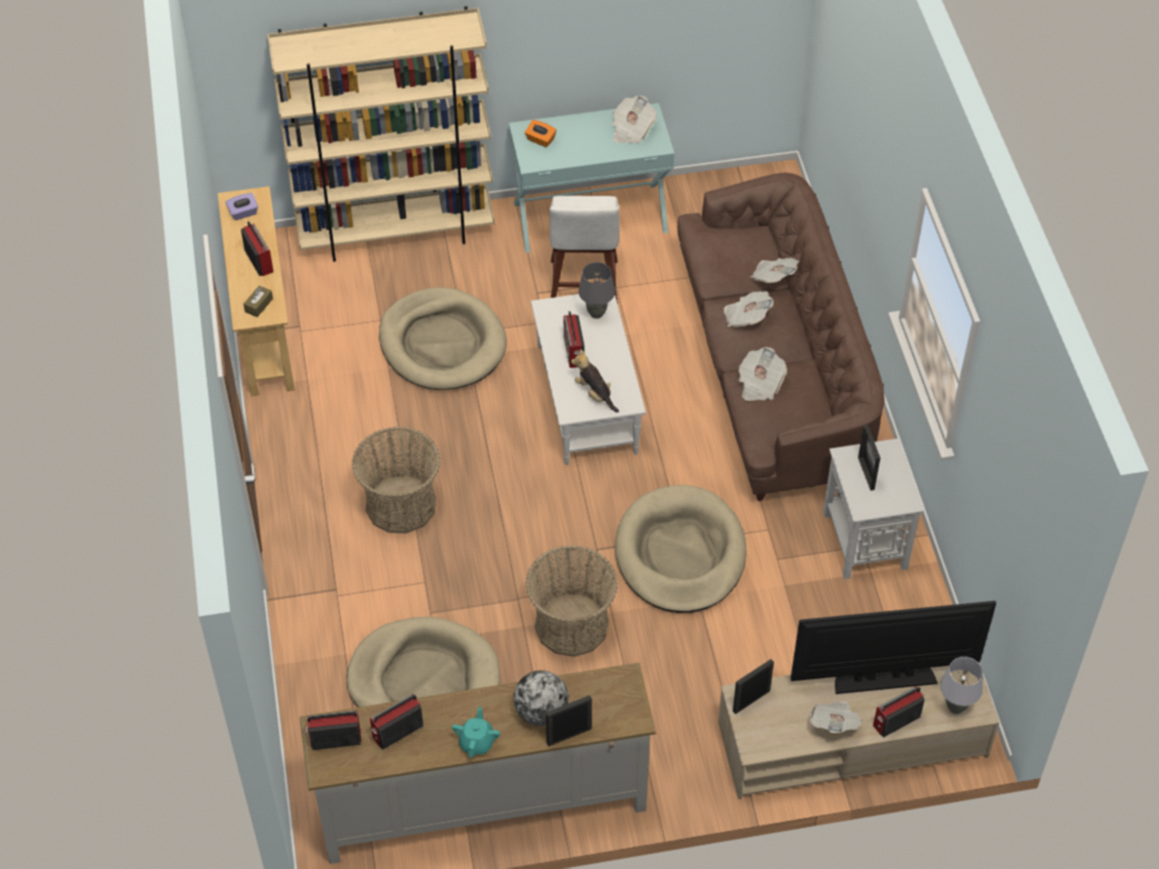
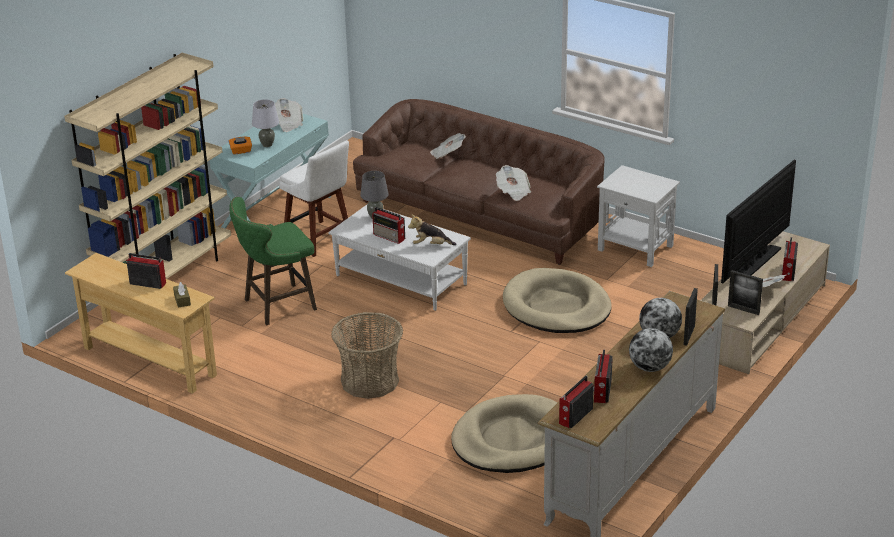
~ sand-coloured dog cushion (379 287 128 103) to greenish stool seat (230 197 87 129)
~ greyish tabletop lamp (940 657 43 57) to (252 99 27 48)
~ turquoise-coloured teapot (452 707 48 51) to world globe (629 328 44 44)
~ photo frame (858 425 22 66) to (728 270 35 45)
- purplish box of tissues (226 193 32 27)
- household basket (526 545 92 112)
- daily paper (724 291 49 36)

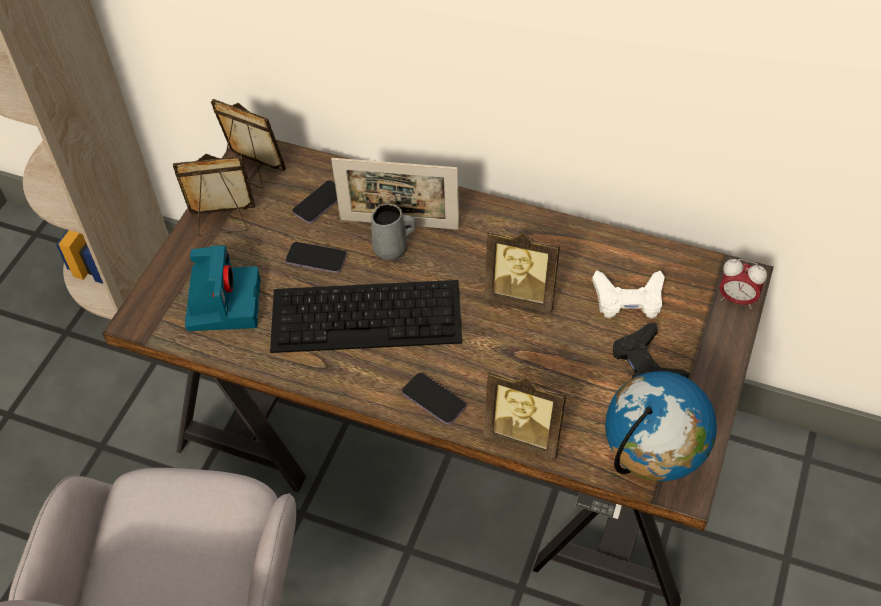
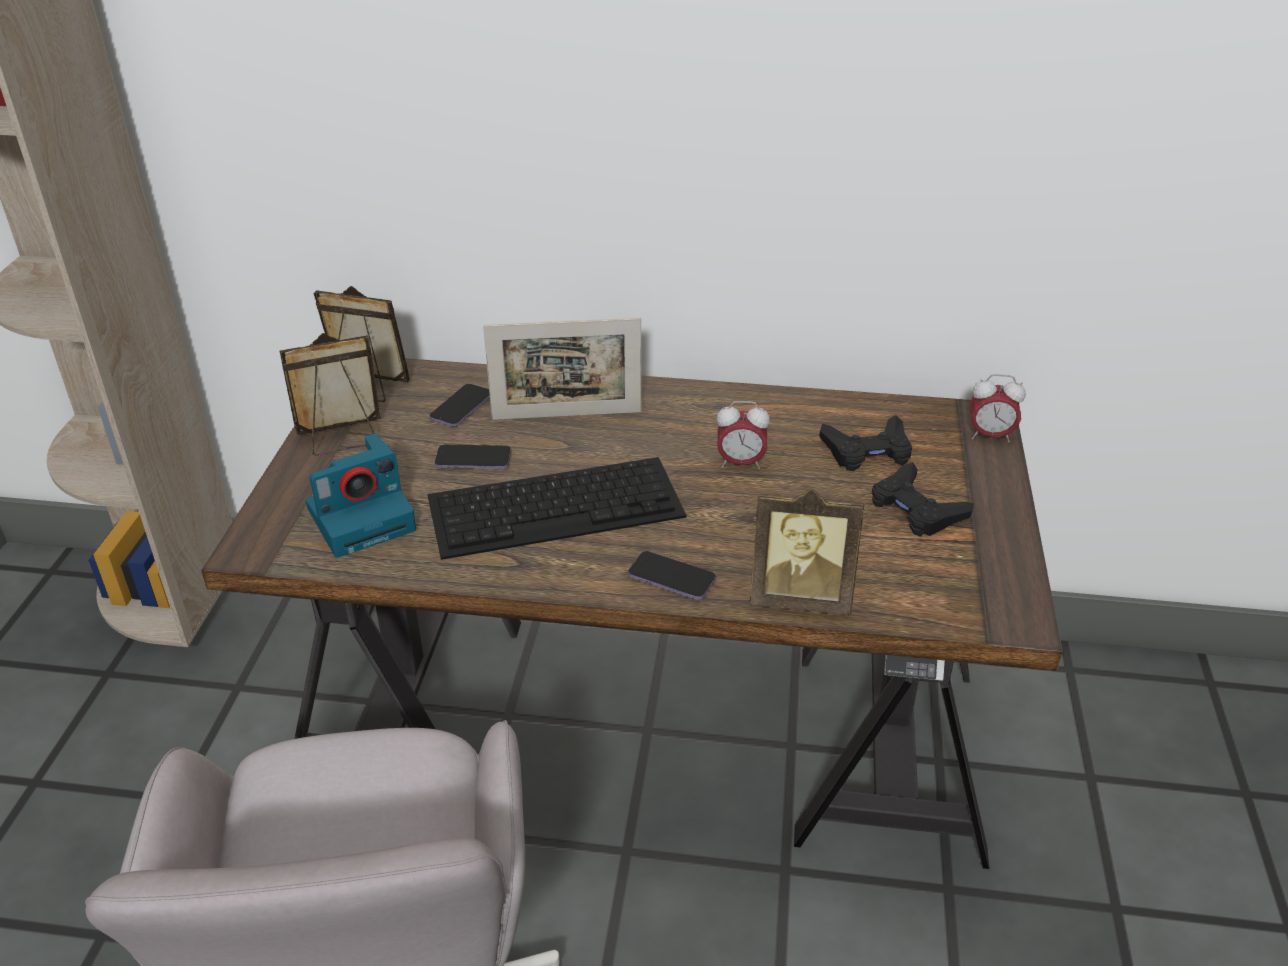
~ photo camera (185 245 76 86) = (305 433 111 125) 75 degrees clockwise
~ photo frame (484 231 76 82) to bedside clock (717 401 53 68)
~ white game controller (592 270 73 49) to black-coloured game controller (819 415 93 56)
- greyish mug (371 203 45 57)
- world globe (605 371 112 110)

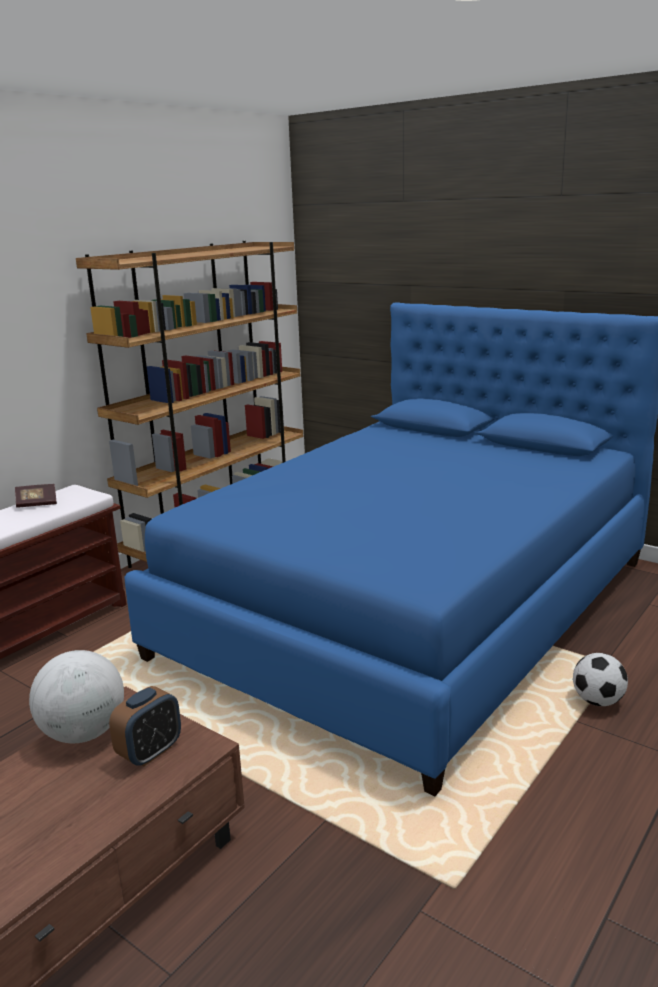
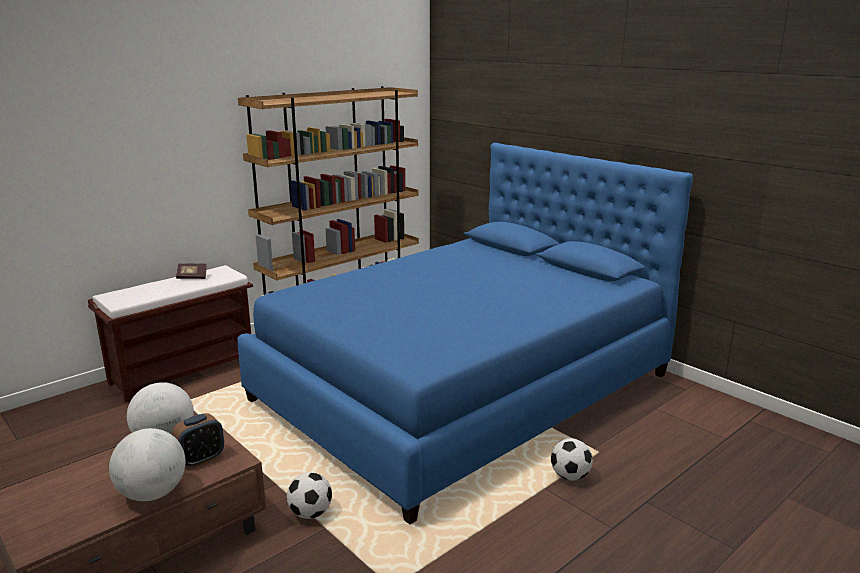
+ world globe (109 428 76 73)
+ football ball (287 472 45 47)

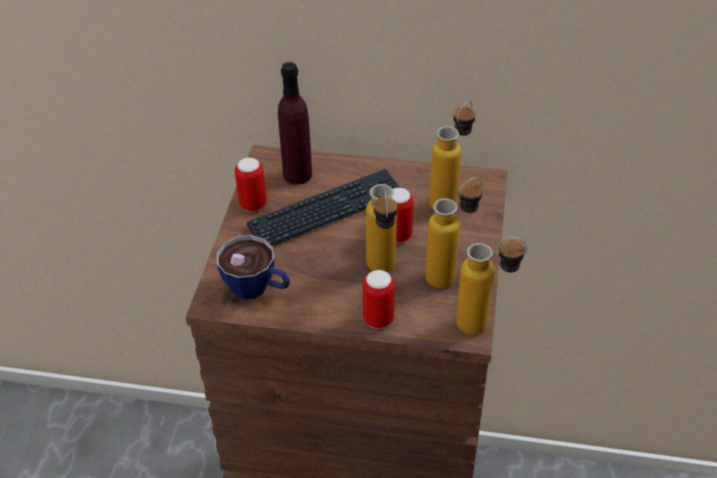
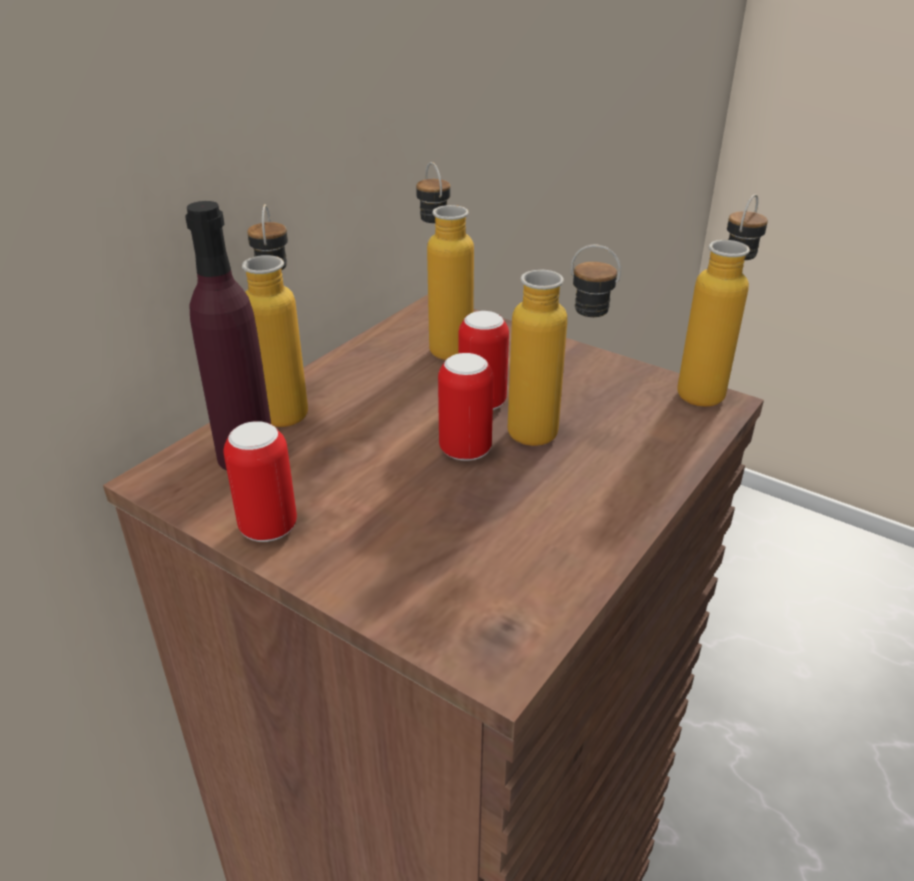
~ drink bottle (425 177 58 111) to (242 204 66 223)
~ metal can (363 270 32 59) to (438 353 56 108)
- small cup (216 235 74 65)
- computer keyboard (247 169 153 77)

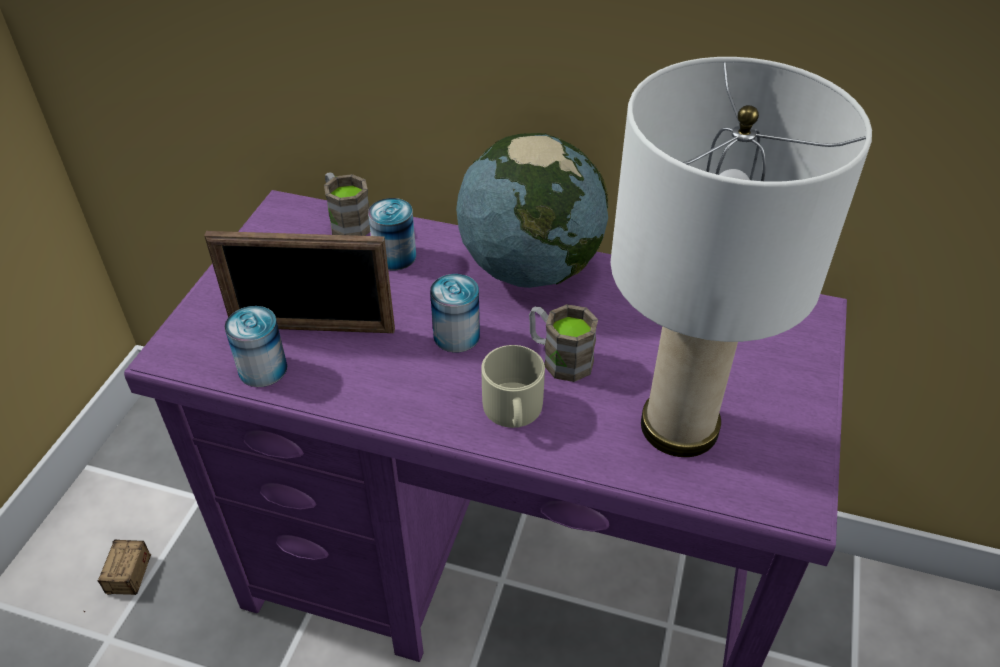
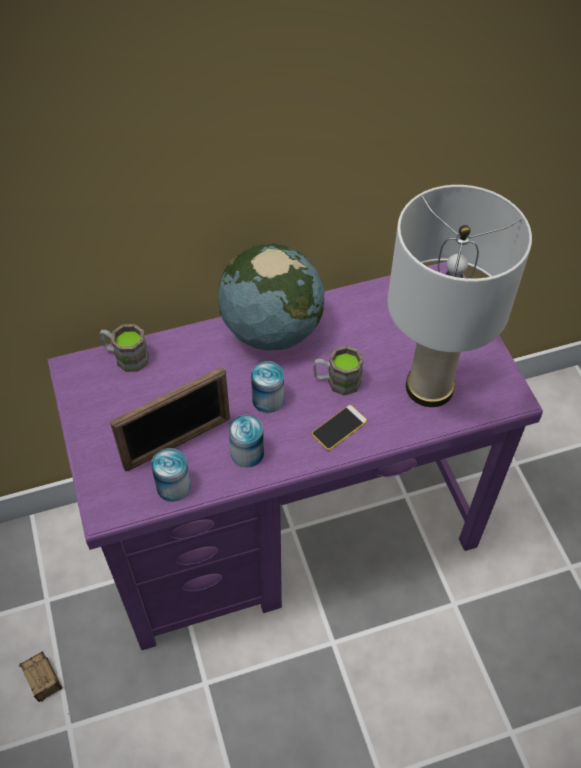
~ metal can (368 198 48 72) to (229 415 35 53)
~ sand-coloured mug (481 345 64 83) to telephone (312 405 55 46)

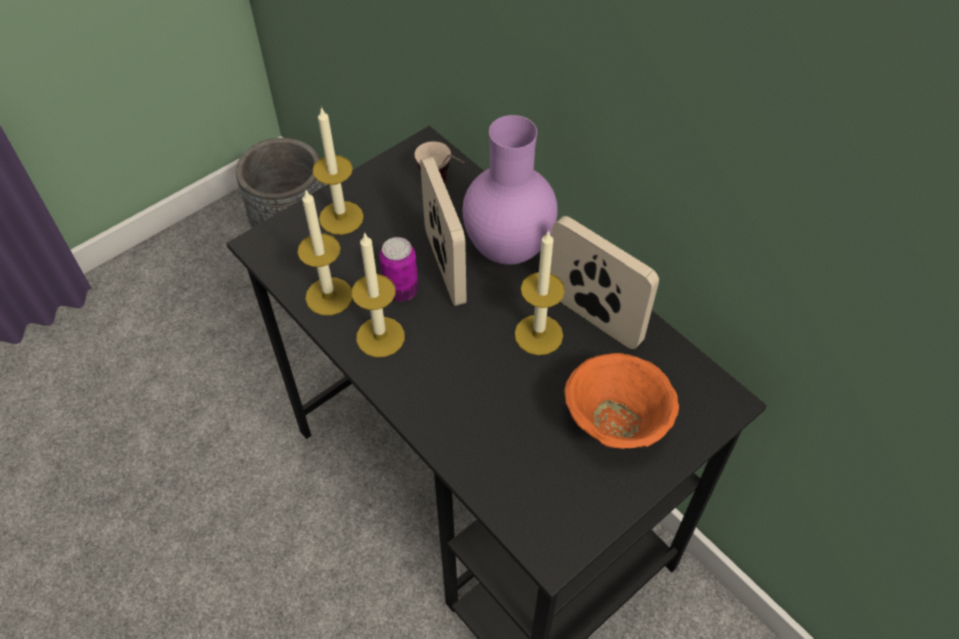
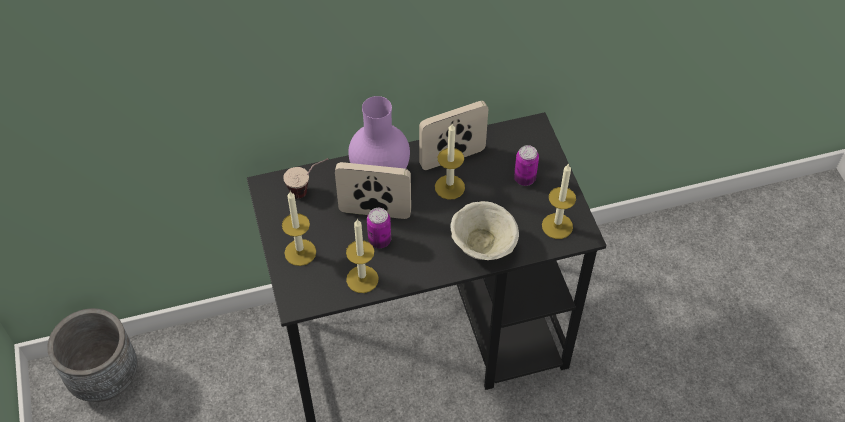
+ sand-coloured serving bowl (450 201 69 59)
~ orangey serving bowl (564 353 115 96) to metal can (514 145 25 41)
~ wax light (352 232 53 125) to (542 163 34 76)

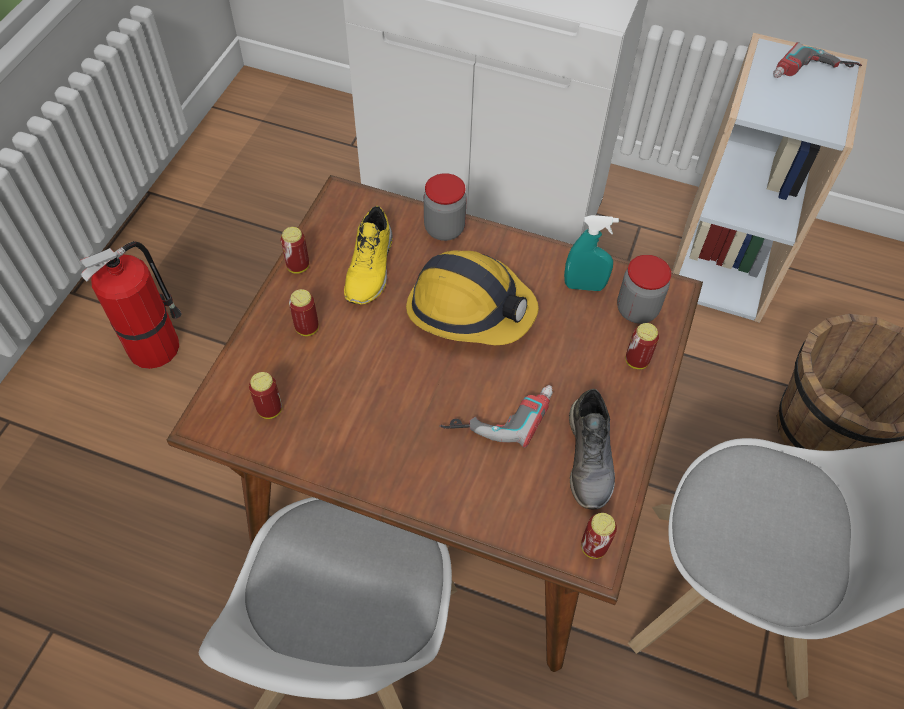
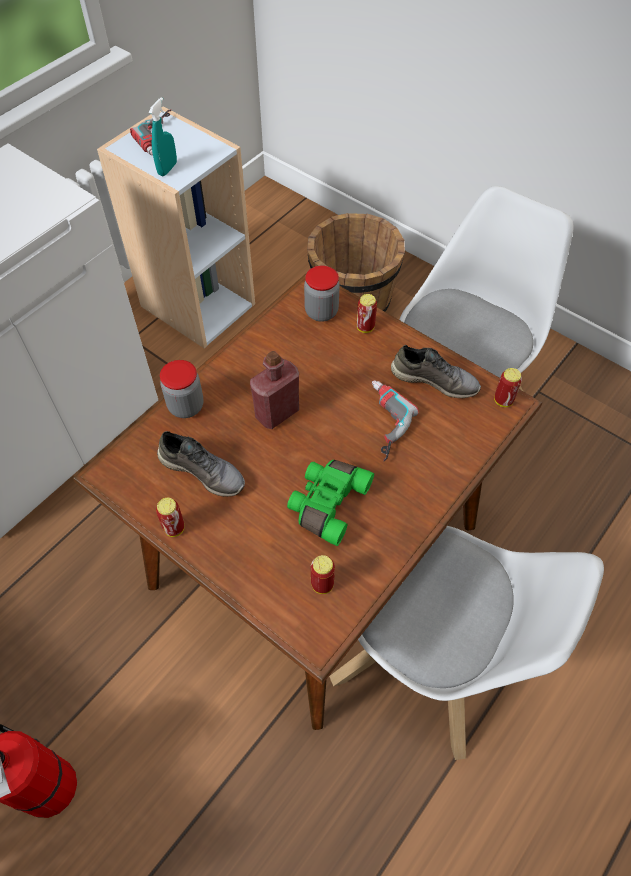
~ turquoise-coloured hand sprayer (564 215 55 76) to (149 97 28 79)
~ yellow-coloured low shoe (344 206 49 99) to greyish low shoe (157 431 88 66)
~ hard hat (406 250 133 95) to red drink bottle (250 351 49 78)
+ greenish pair of binoculars (287 460 87 86)
- metal can (289 289 30 47)

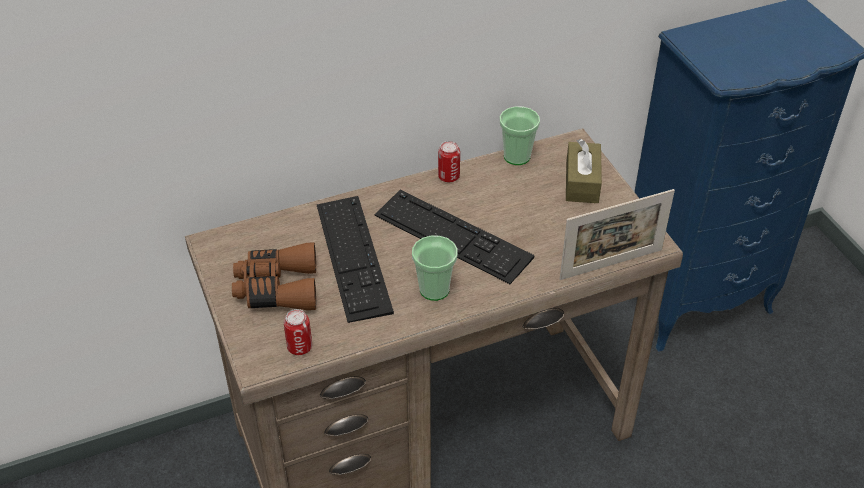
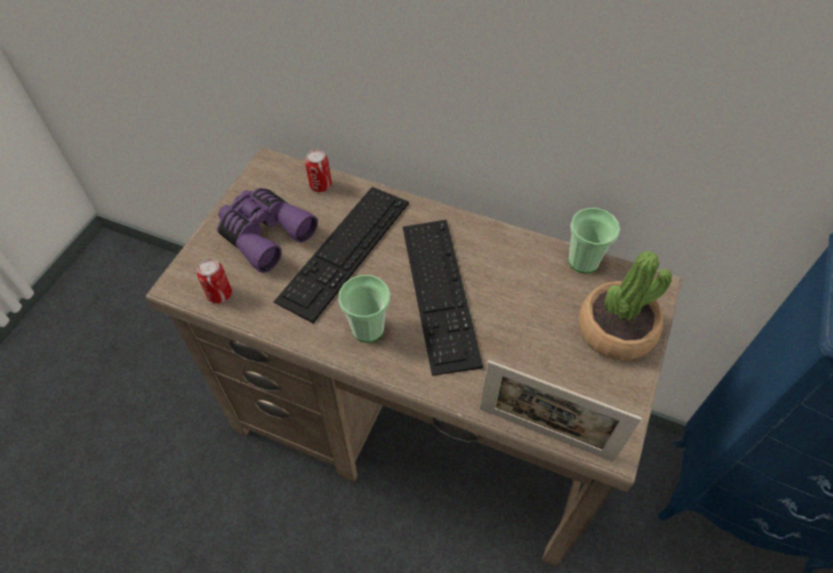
~ brown-coloured pair of binoculars (232 242 84 68) to purplish pair of binoculars (217 188 101 85)
~ metal can (438 141 22 41) to (305 149 27 43)
~ brown-coloured box of tissues (566 139 36 64) to plant in a pot (579 251 93 109)

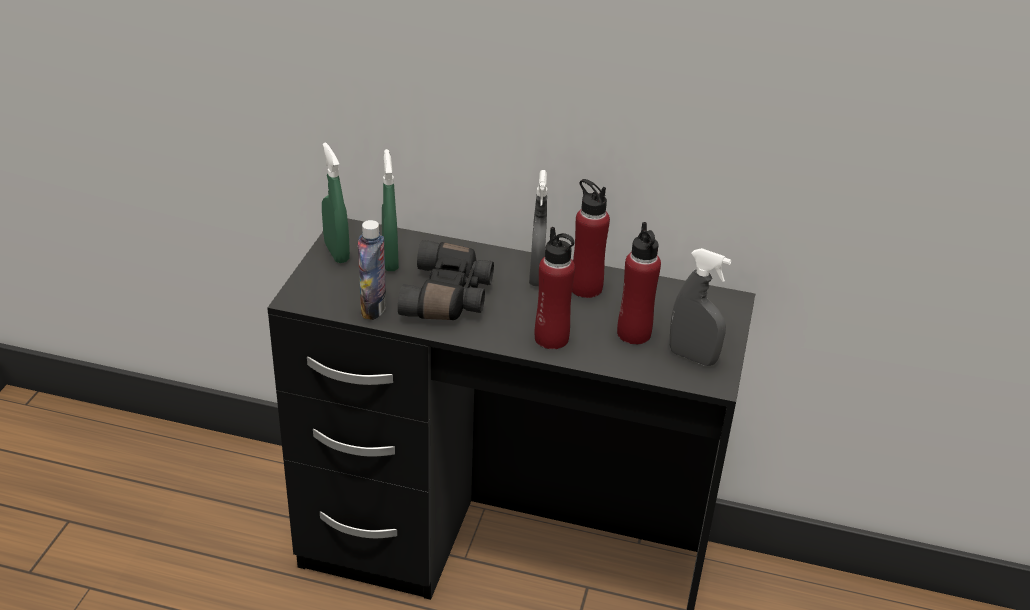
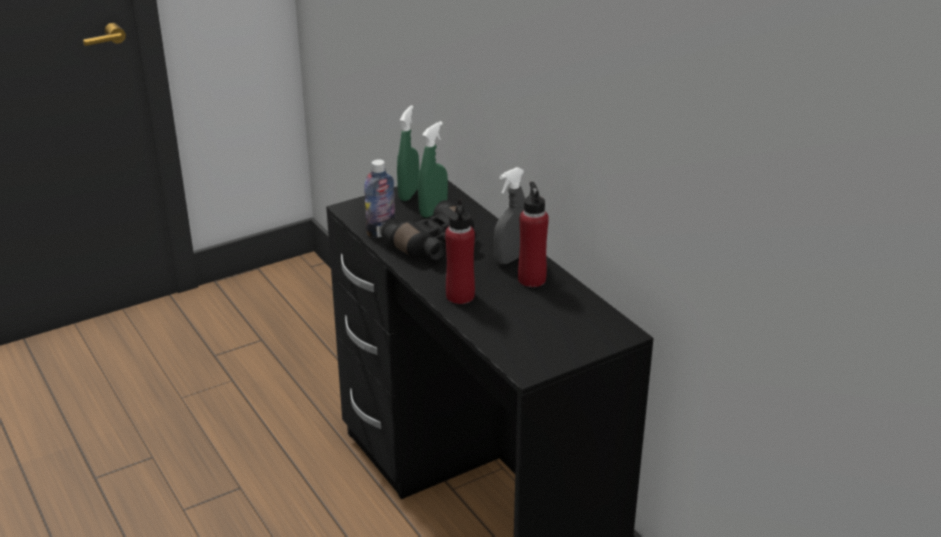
- red drink bottle (617 222 44 123)
- greyish hand sprayer (670 248 61 118)

